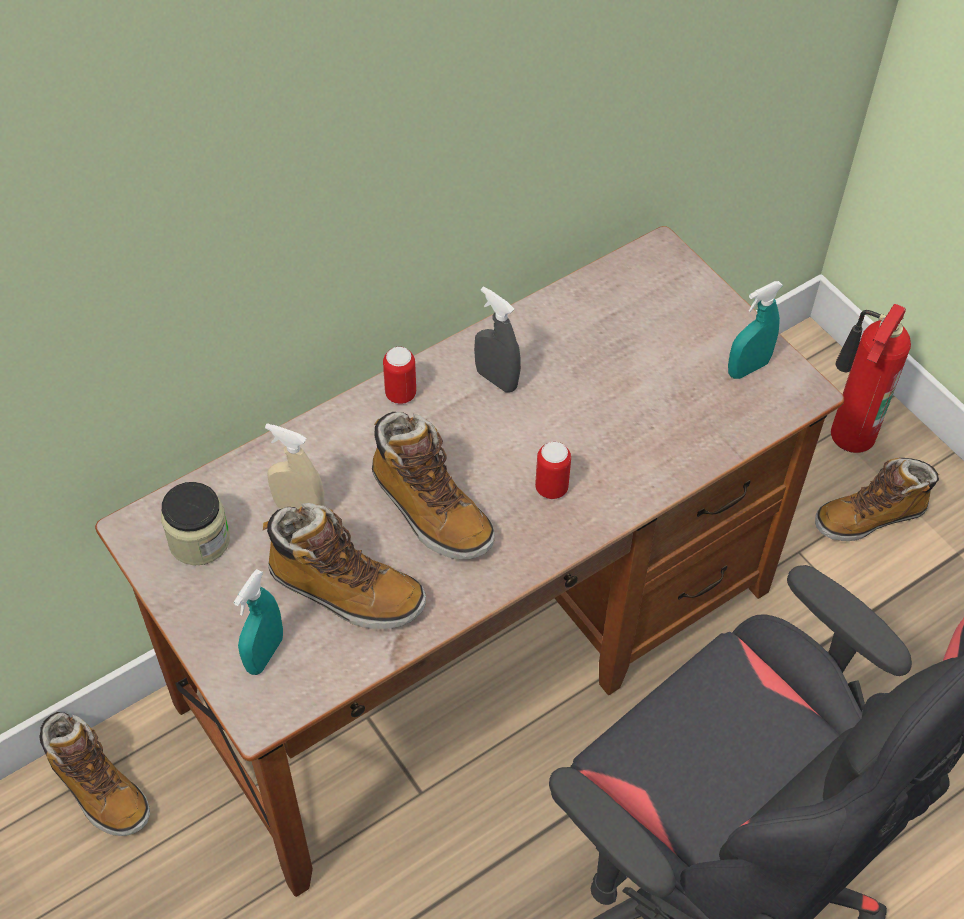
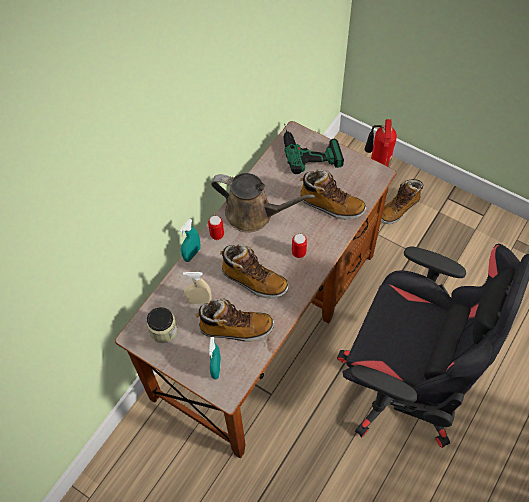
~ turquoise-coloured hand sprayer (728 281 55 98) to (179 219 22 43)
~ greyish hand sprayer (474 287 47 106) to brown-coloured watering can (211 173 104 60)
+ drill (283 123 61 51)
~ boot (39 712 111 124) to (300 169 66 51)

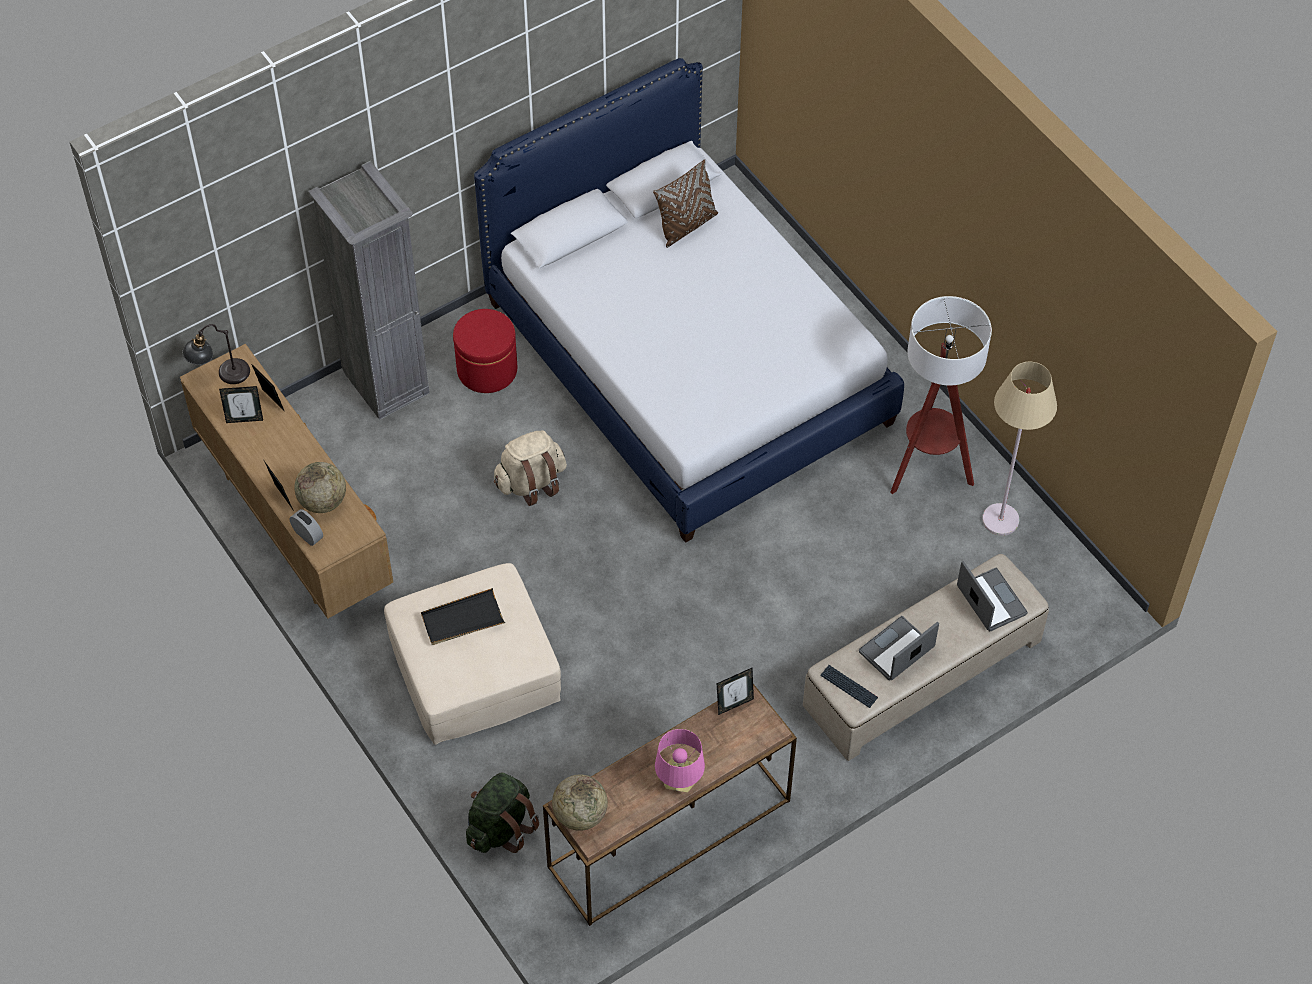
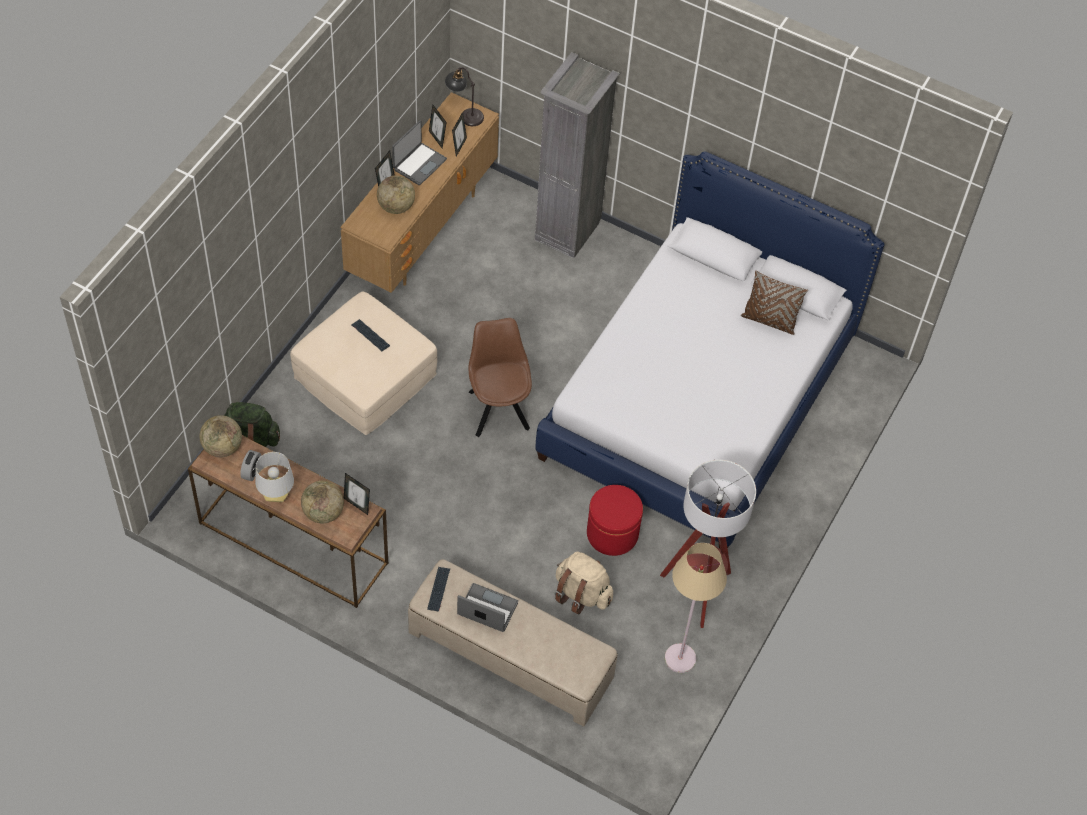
~ bedside clock (290 509 33 37) to (240 450 21 31)
~ pinkish tabletop lamp (655 729 50 63) to greyish tabletop lamp (255 452 39 50)
+ world globe (301 481 43 42)
~ black-coloured tray (421 588 84 57) to computer keyboard (351 319 39 32)
~ laptop (957 561 71 70) to (392 120 55 65)
+ brown-coloured chair (468 318 64 119)
~ sand-coloured rucksack (494 430 73 76) to (555 551 58 64)
~ red ottoman (453 309 64 84) to (587 485 56 71)

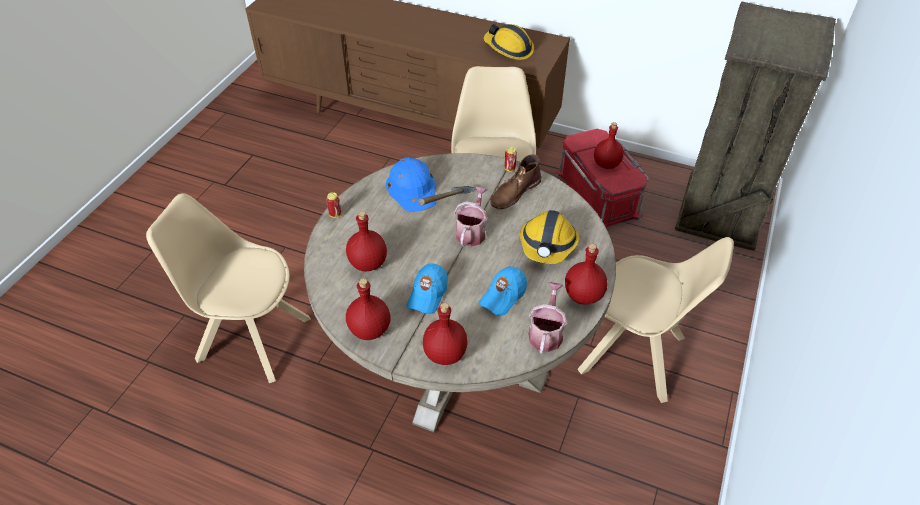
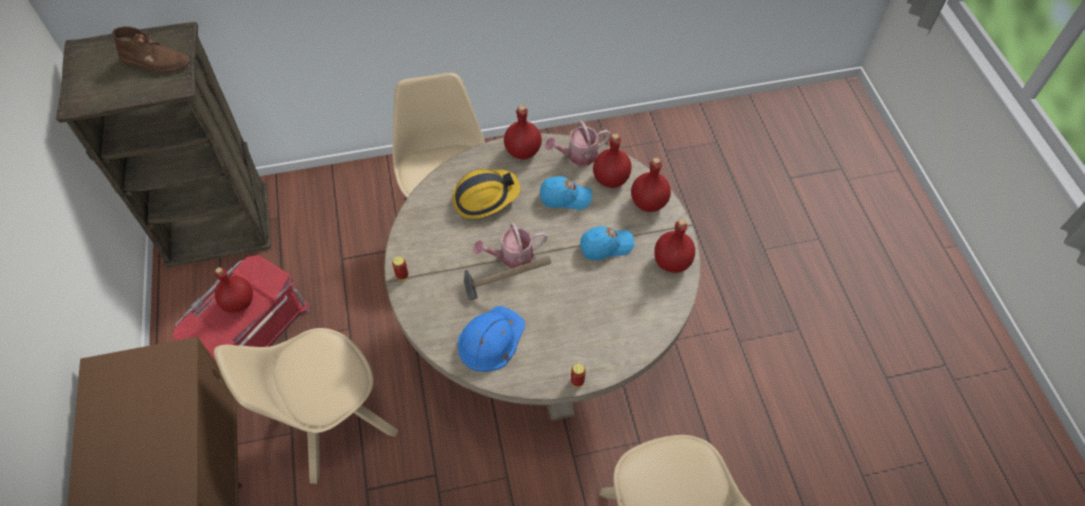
~ brown-coloured boot (490 154 51 55) to (112 26 78 47)
~ red drink bottle (346 211 41 60) to (593 133 39 55)
- hard hat (484 24 50 36)

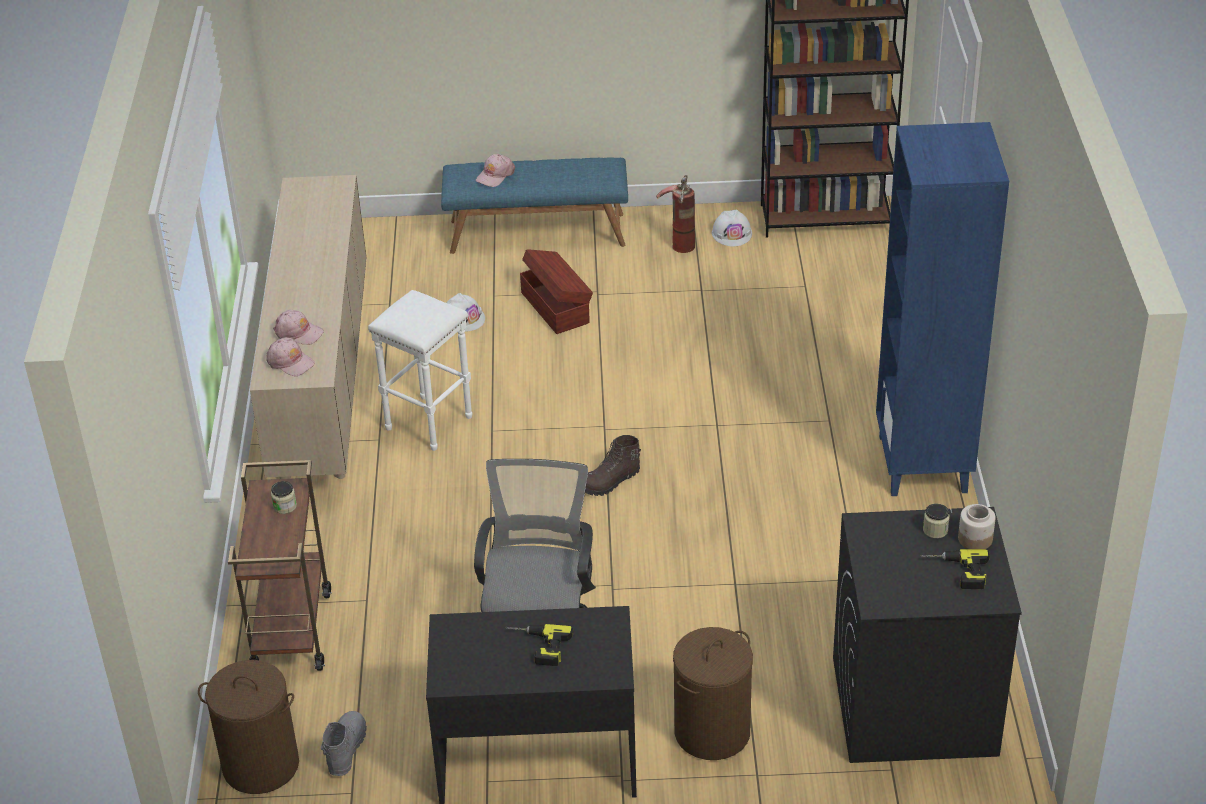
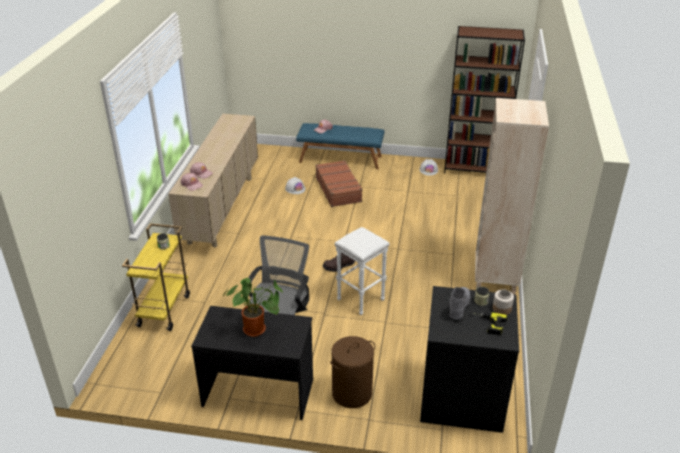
~ brown-coloured wheeled cart (228 460 104 211) to yellow-coloured wheeled cart (122 223 68 108)
~ drill (506 624 68 42) to plant in a pot (223 278 60 59)
~ brown-coloured storage container (520 249 73 85) to brown-coloured piece of luggage (315 160 48 47)
~ white stool seat (368 290 104 161) to (335 227 55 88)
~ greyish boot (321 711 46 65) to (448 287 23 32)
~ bluish bookshelf (876 122 133 374) to sand-coloured bookshelf (475 98 74 197)
- brown-coloured washing basket (198 660 101 134)
- fire extinguisher (656 175 39 78)

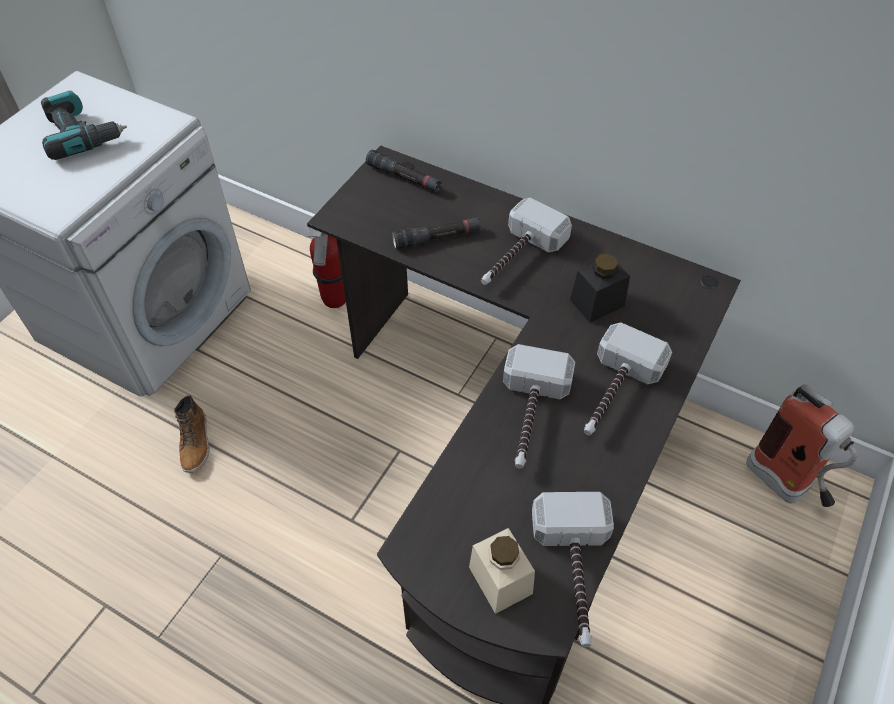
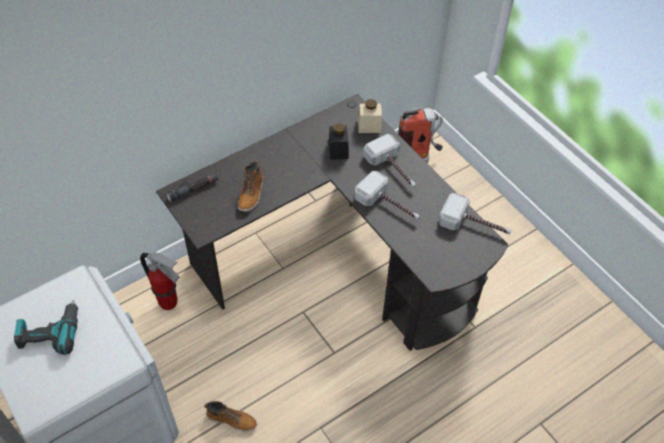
~ black-coloured torch (392 217 89 32) to boot (238 161 26 51)
~ sand-coloured preserve jar (469 528 66 86) to (358 99 24 34)
- hand hammer (481 198 91 87)

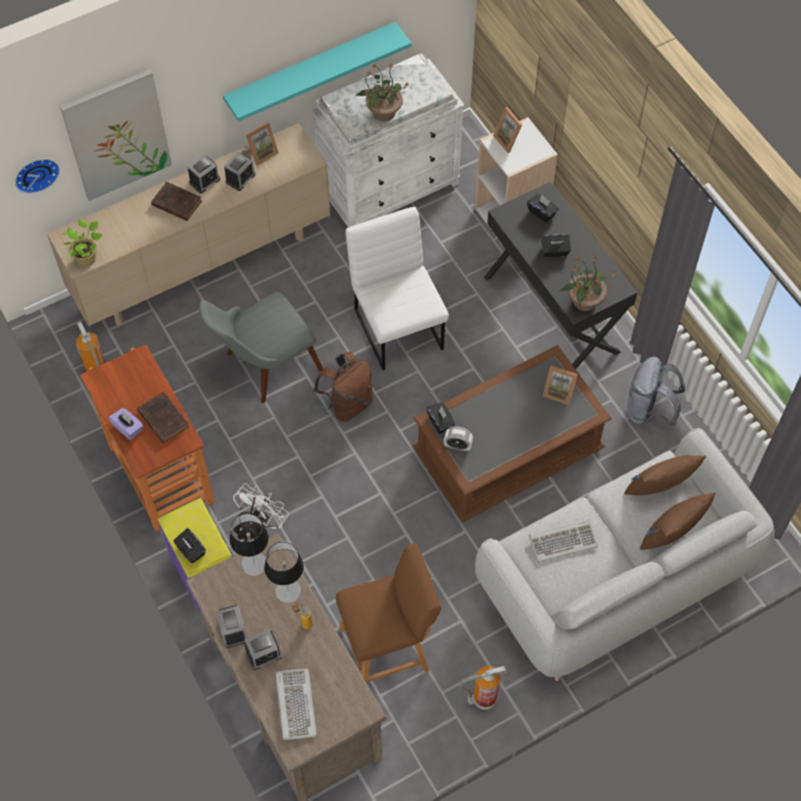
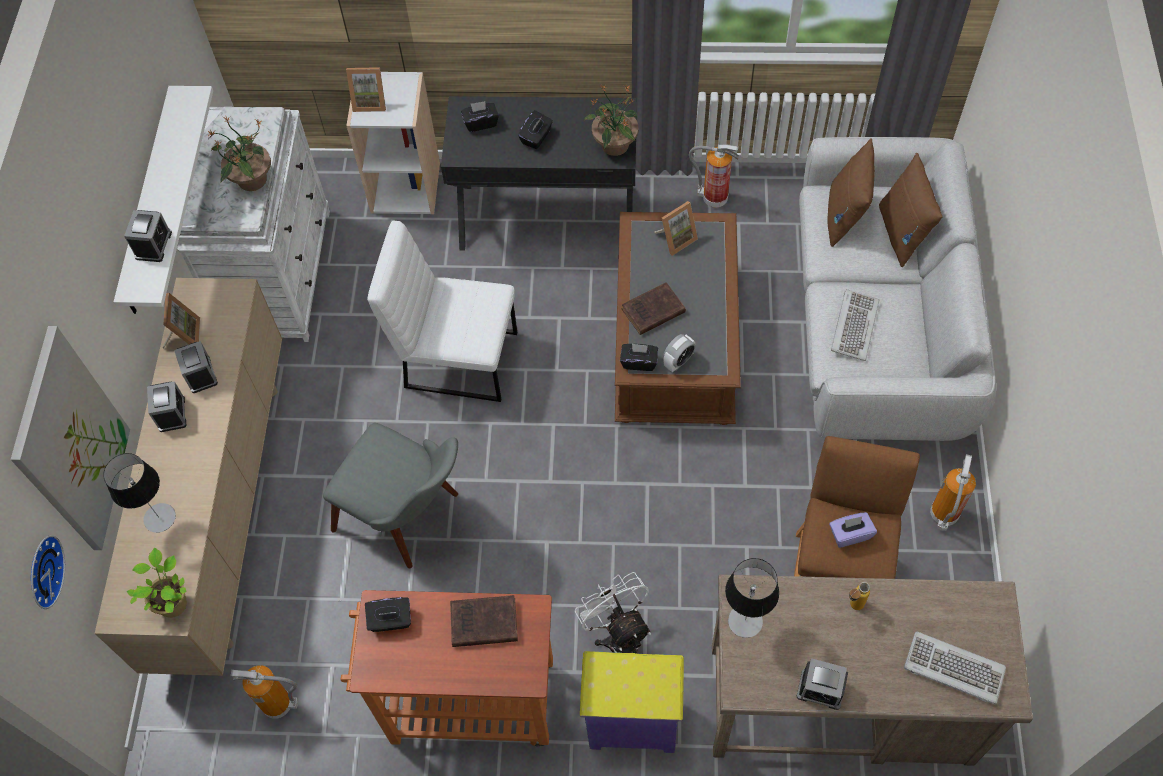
~ tabletop lamp (264 542 40 61) to (103 453 73 80)
~ turquoise-coloured bracket shelf (223 22 189 99) to white bracket shelf (114 86 99 228)
~ bedside clock (244 629 38 41) to (124 210 48 52)
~ greyish chair (199 292 124 111) = (323 423 135 145) 60 degrees counterclockwise
~ black-coloured box of tissues (174 528 32 35) to (365 597 46 35)
~ brown-coloured book (151 182 51 39) to (622 282 64 53)
~ greyish rucksack (627 357 58 69) to fire extinguisher (689 145 50 63)
~ purplish box of tissues (108 408 35 32) to (829 512 48 36)
- brown-coloured rucksack (313 352 60 70)

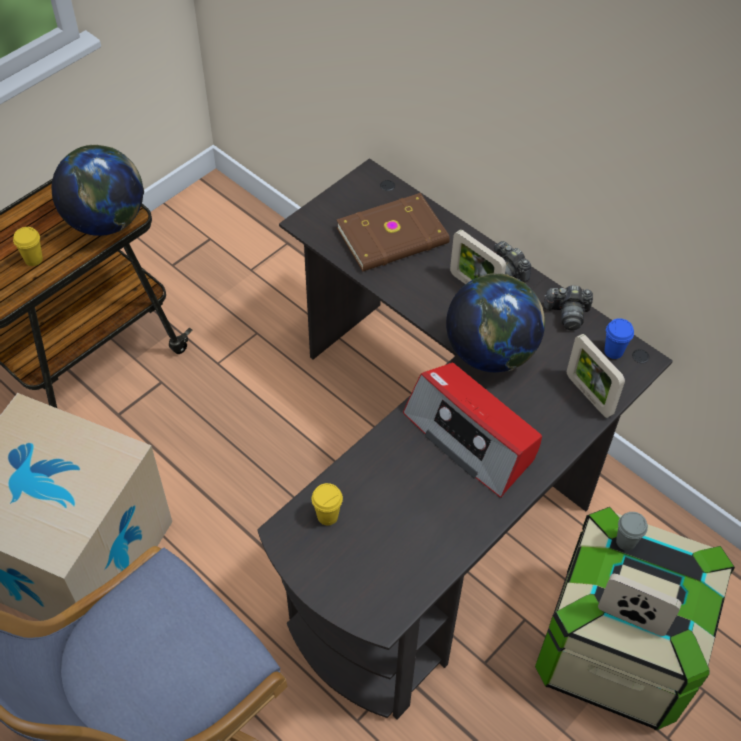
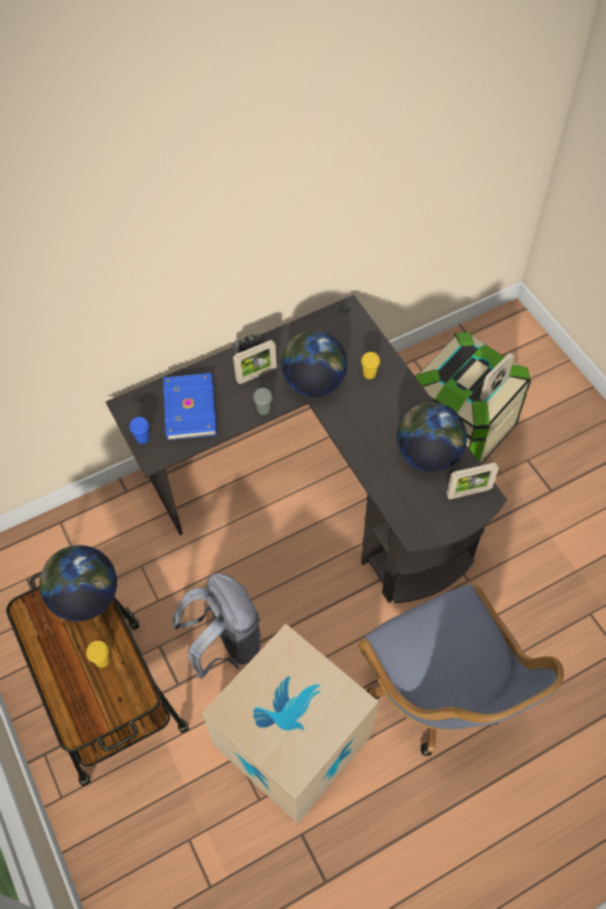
~ bluish small cup (604 318 30 41) to (129 417 20 27)
~ brown-coloured book (337 193 113 78) to bluish book (163 373 54 67)
+ greyish rucksack (173 573 88 106)
~ greyish small cup (616 512 32 39) to (253 388 19 27)
~ yellow-coloured small cup (311 483 32 42) to (361 352 19 27)
+ world globe (397 402 70 70)
~ photo frame (567 334 58 84) to (446 462 53 37)
- radio set (403 363 139 135)
- photo camera (544 285 49 45)

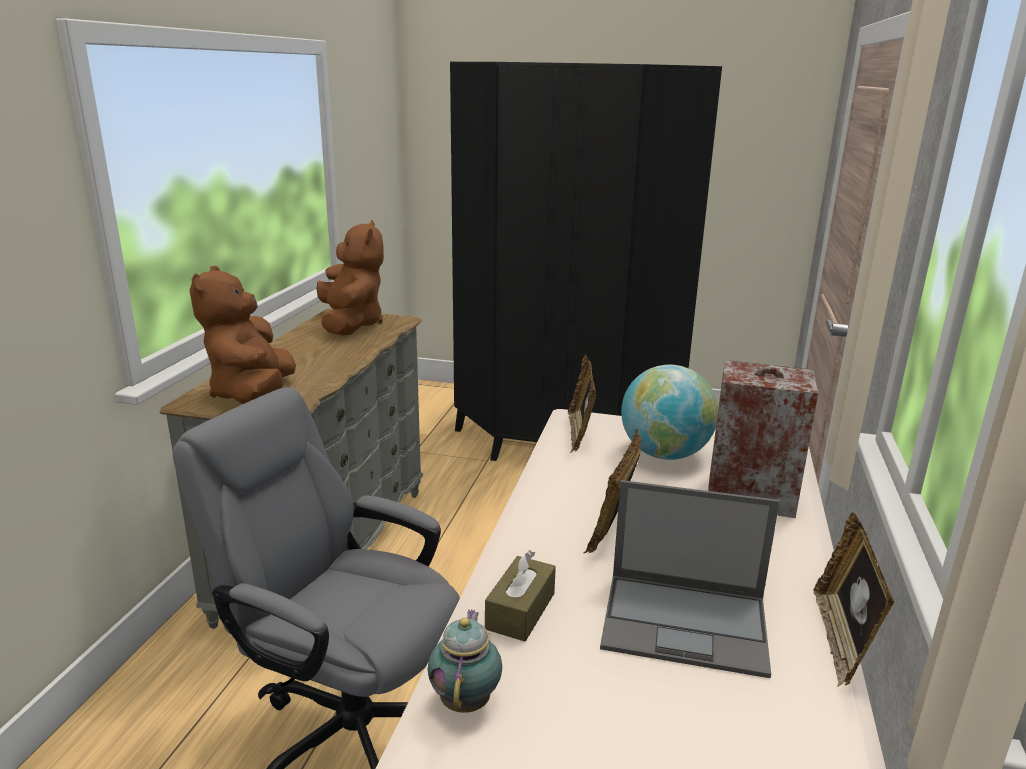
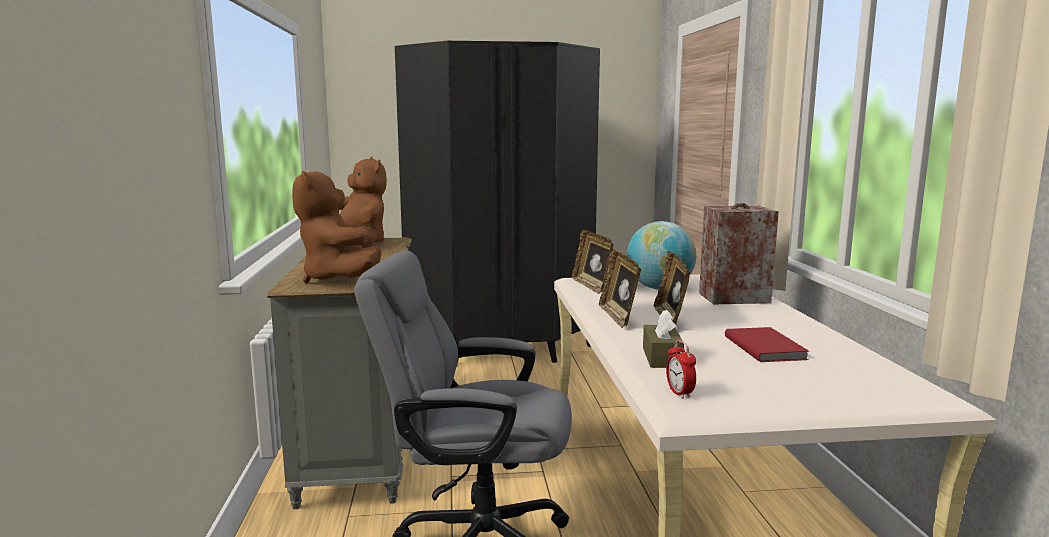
~ photo frame (813 513 82 174) to (599 249 42 79)
~ teapot (428 609 74 104) to bedside clock (666 340 30 59)
~ laptop (600 480 179 198) to red book (725 327 84 35)

